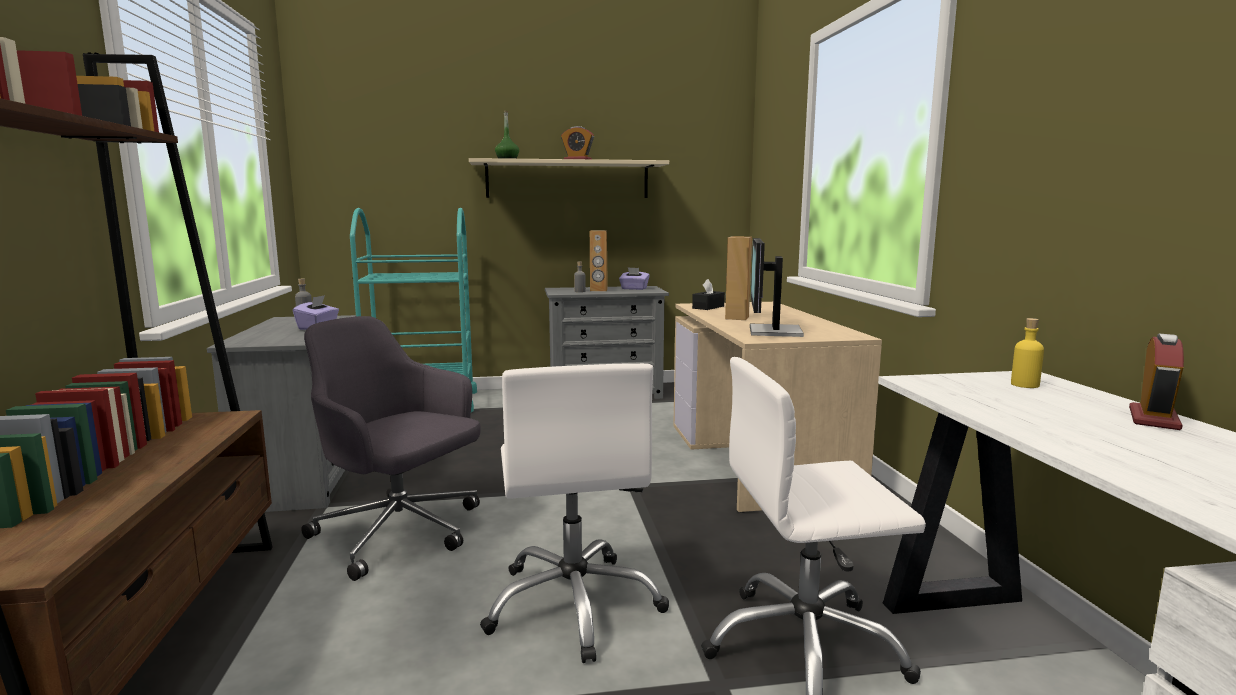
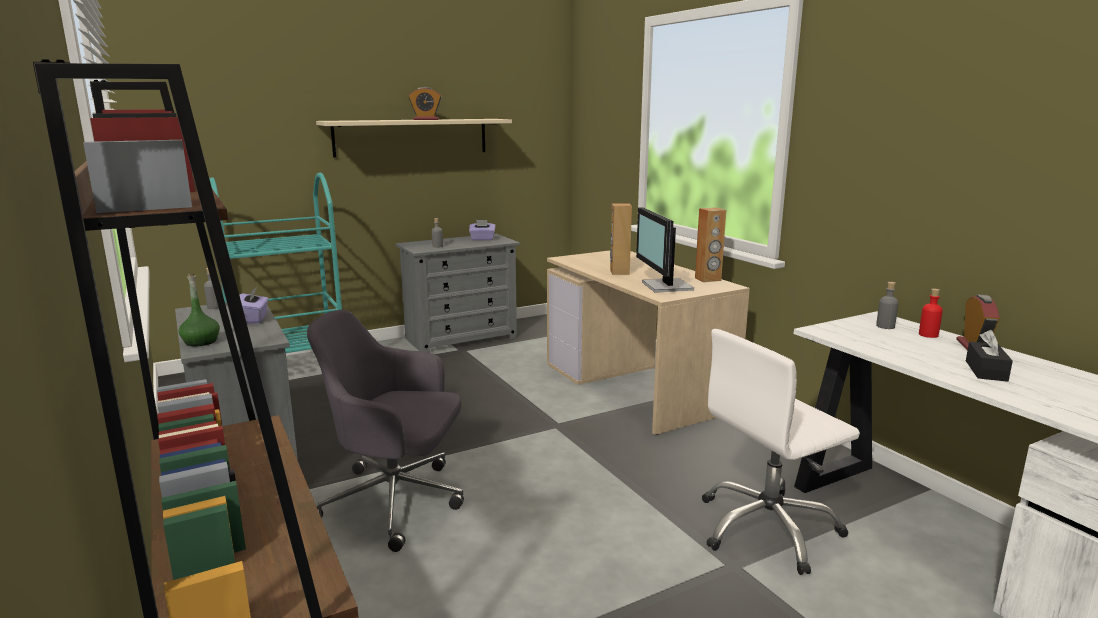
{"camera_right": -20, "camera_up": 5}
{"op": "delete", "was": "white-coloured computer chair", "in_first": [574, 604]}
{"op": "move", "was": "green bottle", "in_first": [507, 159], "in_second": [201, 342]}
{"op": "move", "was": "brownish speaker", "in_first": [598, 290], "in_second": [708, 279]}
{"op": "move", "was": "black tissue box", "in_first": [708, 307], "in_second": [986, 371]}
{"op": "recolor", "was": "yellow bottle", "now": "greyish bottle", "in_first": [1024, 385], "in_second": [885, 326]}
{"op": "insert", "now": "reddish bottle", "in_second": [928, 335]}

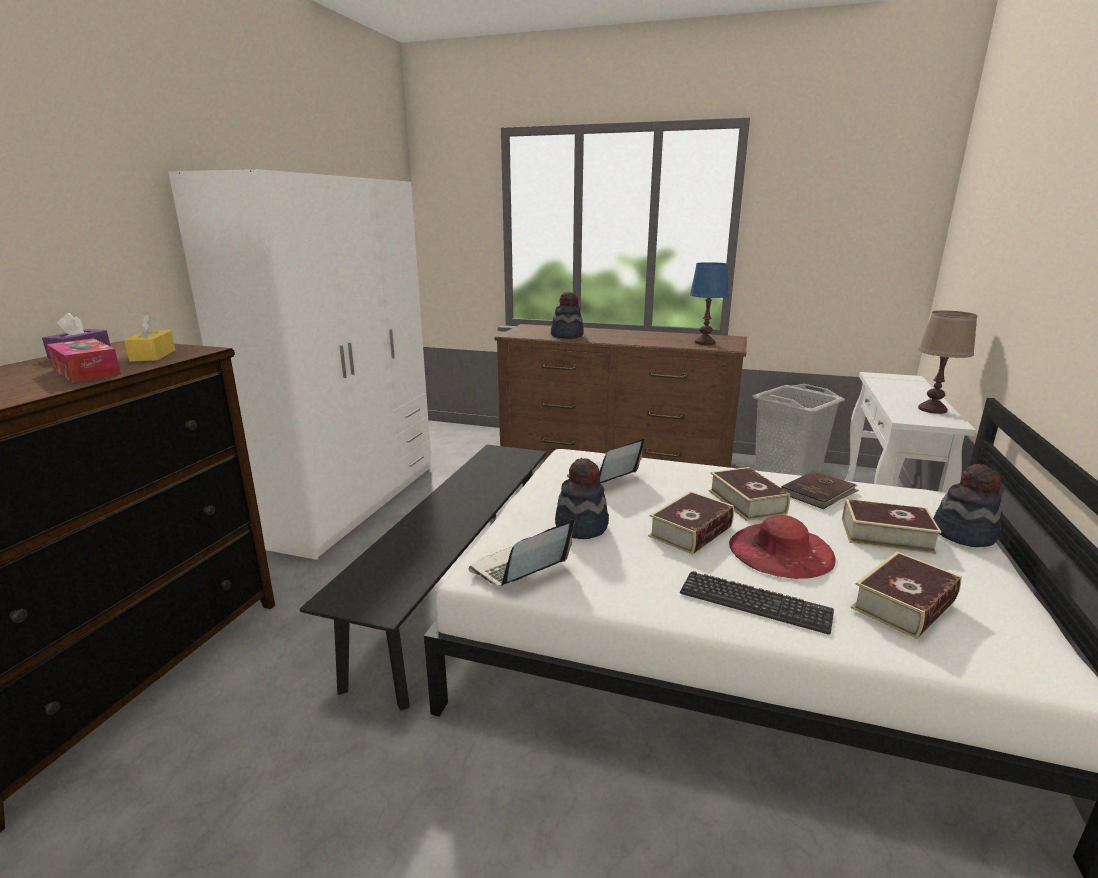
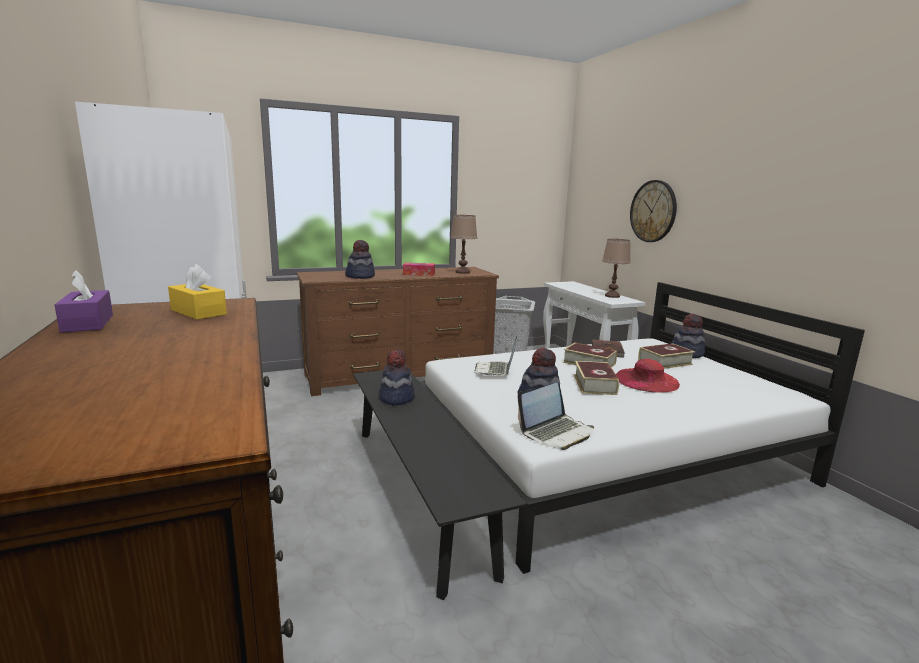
{"camera_right": -40, "camera_up": -5}
{"op": "move", "was": "tissue box", "in_first": [87, 372], "in_second": [419, 274]}
{"op": "rotate", "was": "laptop", "in_first": [519, 569], "in_second": [556, 433], "clockwise": -135}
{"op": "delete", "was": "keyboard", "in_first": [754, 602]}
{"op": "recolor", "was": "blue table lamp", "now": "brownish table lamp", "in_first": [704, 343], "in_second": [462, 272]}
{"op": "delete", "was": "volume", "in_first": [903, 604]}
{"op": "insert", "now": "clothing hat", "in_second": [396, 398]}
{"op": "insert", "now": "clock on the wall", "in_second": [653, 211]}

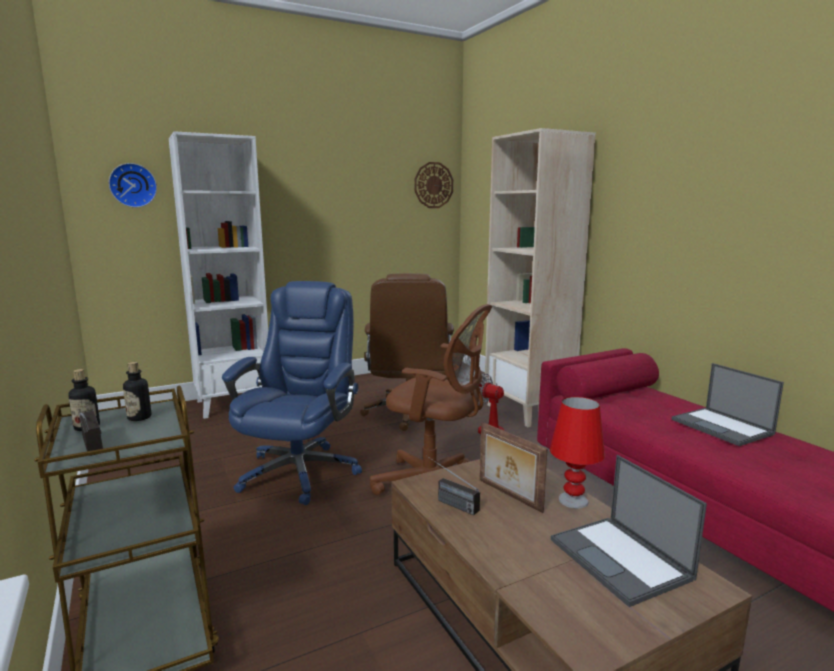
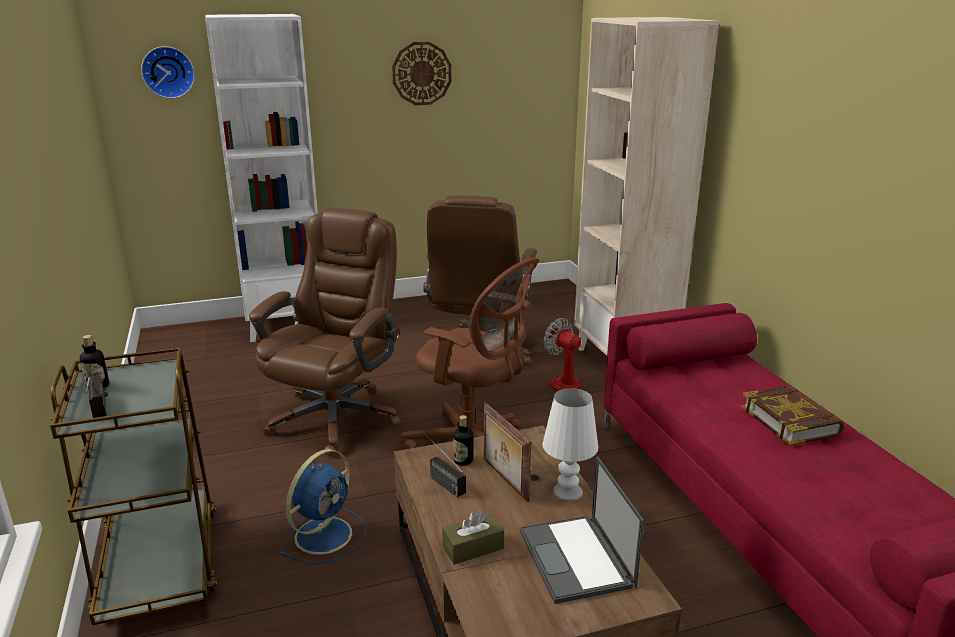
{"camera_right": 10, "camera_up": 10}
{"op": "move", "was": "bottle", "in_first": [139, 417], "in_second": [463, 461]}
{"op": "recolor", "was": "blue computer chair", "now": "brownish computer chair", "in_first": [300, 471], "in_second": [336, 417]}
{"op": "move", "was": "clock on the wall", "in_first": [433, 185], "in_second": [421, 73]}
{"op": "recolor", "was": "reddish table lamp", "now": "white-coloured table lamp", "in_first": [573, 500], "in_second": [568, 491]}
{"op": "replace", "was": "laptop", "now": "volume", "in_first": [723, 427], "in_second": [790, 420]}
{"op": "insert", "now": "blue fan", "in_second": [325, 534]}
{"op": "insert", "now": "brownish tissue box", "in_second": [473, 548]}

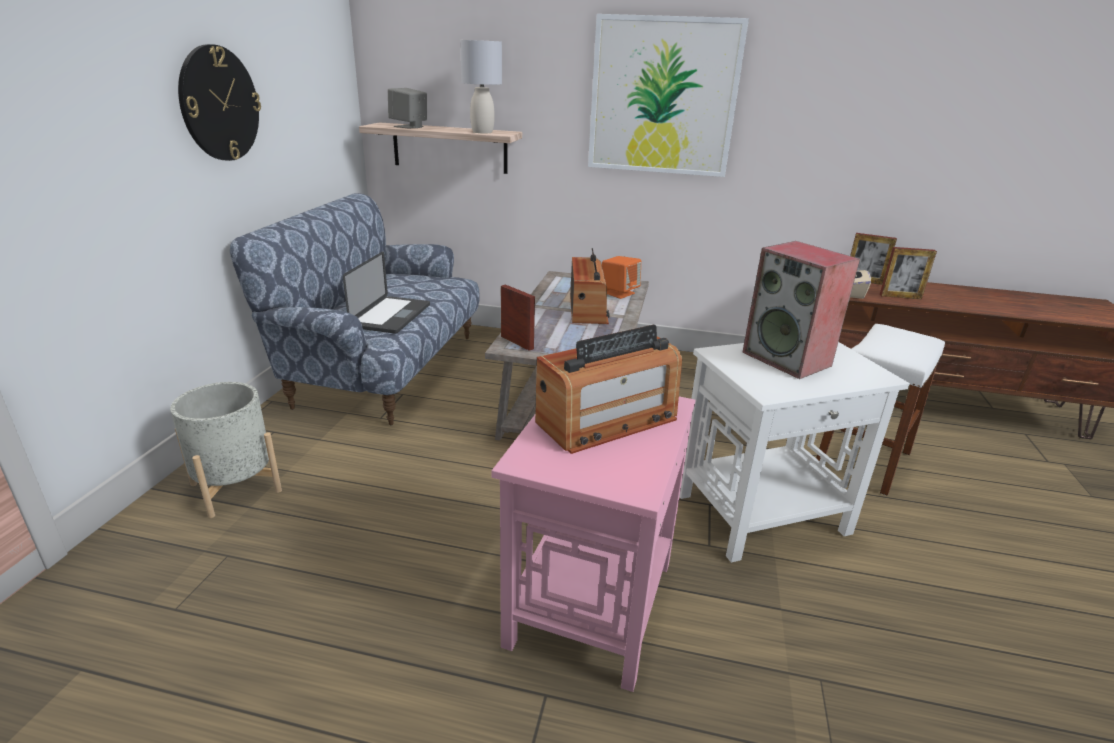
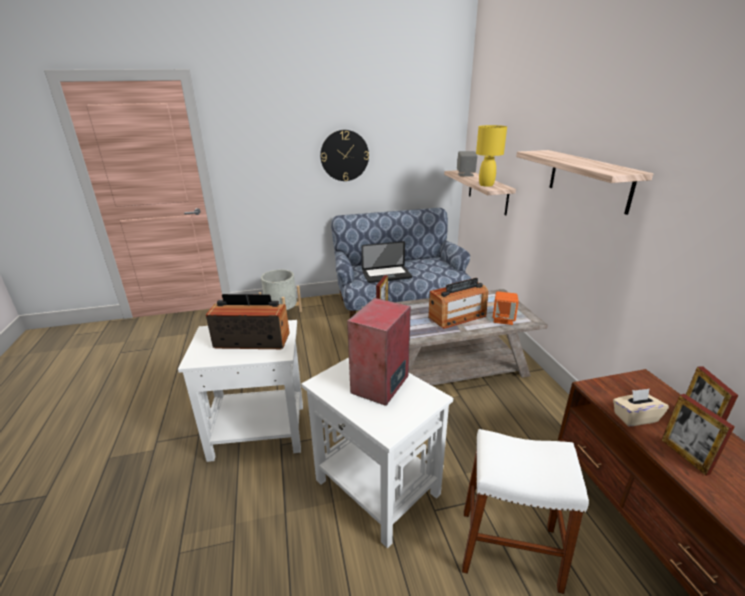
{"camera_right": 65, "camera_up": 0}
{"op": "recolor", "was": "greyish table lamp", "now": "yellow table lamp", "in_first": [483, 132], "in_second": [486, 185]}
{"op": "recolor", "was": "pink end table", "now": "white-coloured end table", "in_first": [590, 602], "in_second": [258, 431]}
{"op": "rotate", "was": "radio", "in_first": [607, 421], "in_second": [252, 340], "clockwise": 150}
{"op": "replace", "was": "wall picture", "now": "bracket shelf", "in_first": [663, 97], "in_second": [588, 180]}

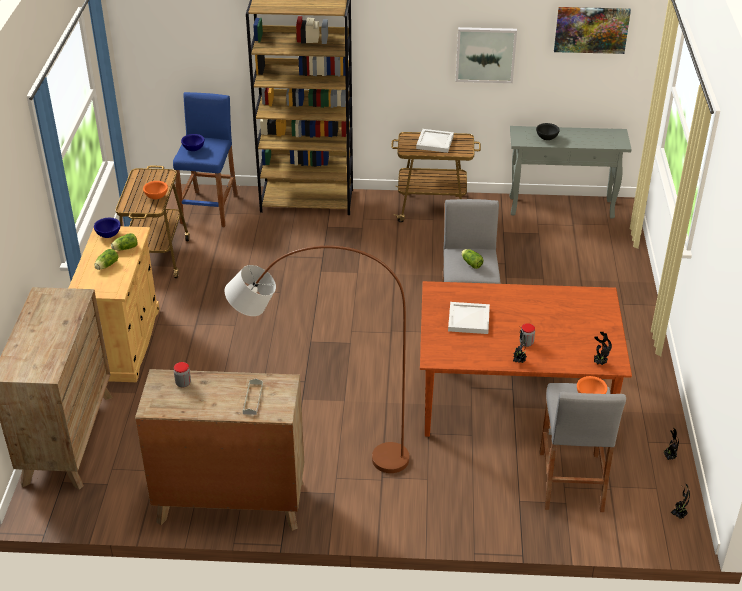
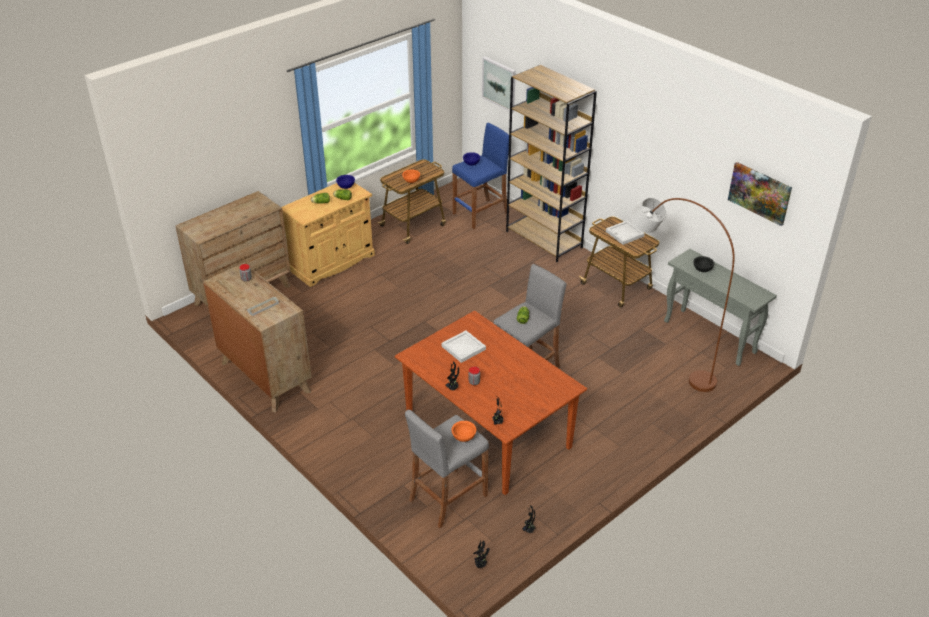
{"camera_right": 45, "camera_up": 0}
{"op": "move", "was": "brownish floor lamp", "in_first": [320, 455], "in_second": [662, 356]}
{"op": "move", "was": "wall picture", "in_first": [485, 54], "in_second": [499, 83]}

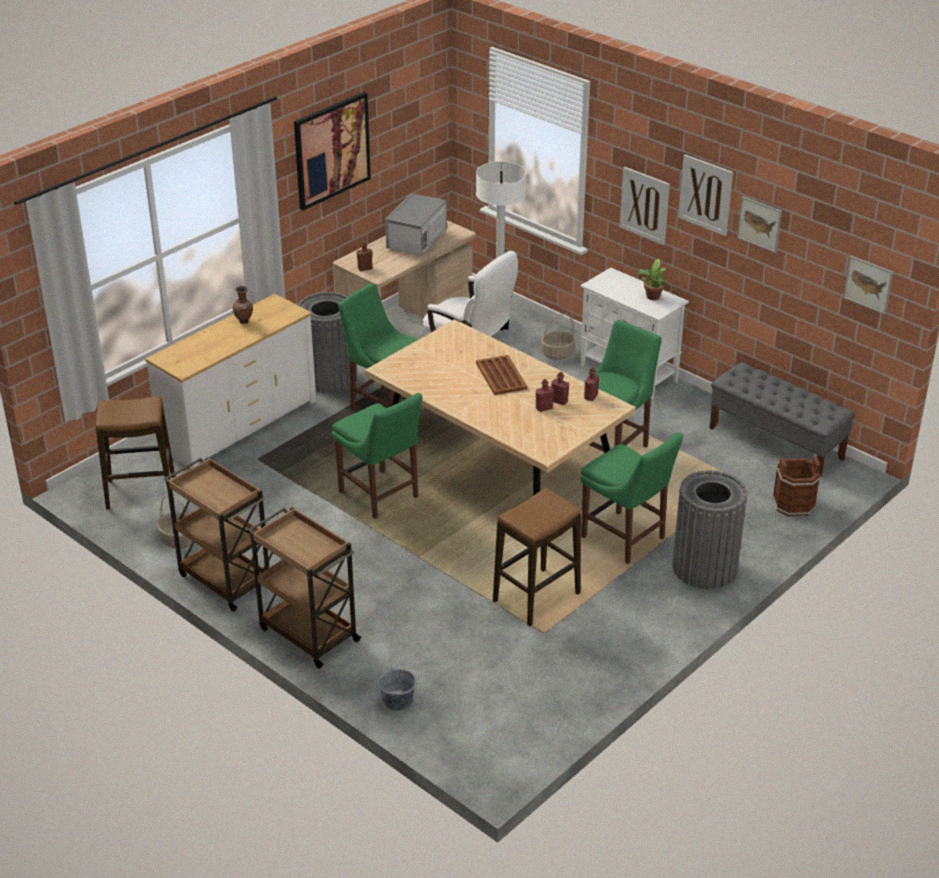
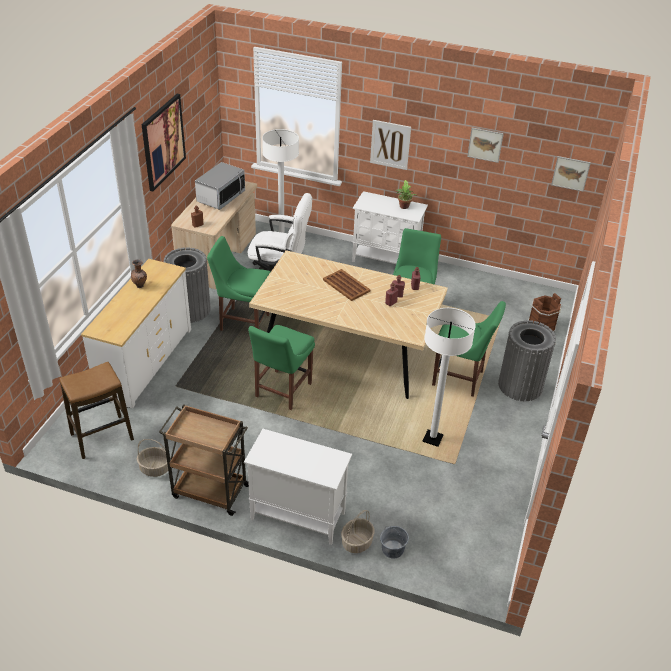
{"camera_right": -25, "camera_up": 5}
{"op": "replace", "was": "brownish trolley", "now": "white-coloured cupboard", "in_first": [307, 633], "in_second": [297, 516]}
{"op": "rotate", "was": "green chair", "in_first": [380, 497], "in_second": [281, 392], "clockwise": 90}
{"op": "rotate", "was": "microwave oven", "in_first": [417, 241], "in_second": [221, 197], "clockwise": -150}
{"op": "replace", "was": "stool", "now": "white-coloured floor lamp", "in_first": [536, 597], "in_second": [432, 439]}
{"op": "move", "was": "storage basket", "in_first": [558, 353], "in_second": [357, 542]}
{"op": "delete", "was": "wall picture", "in_first": [705, 194]}
{"op": "delete", "was": "greyish indoor bench", "in_first": [776, 443]}

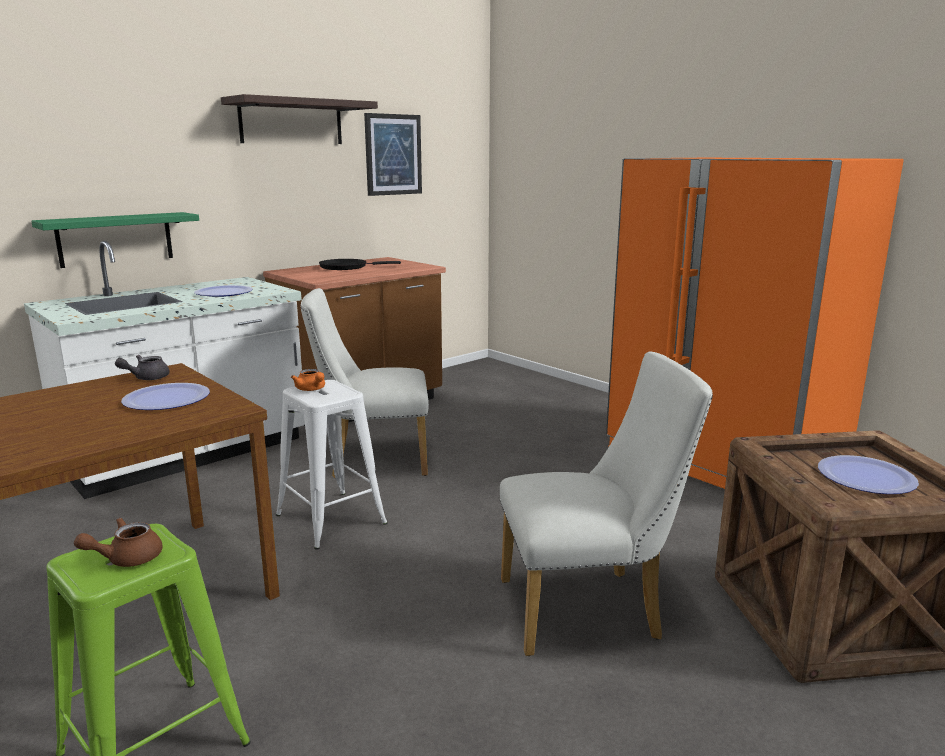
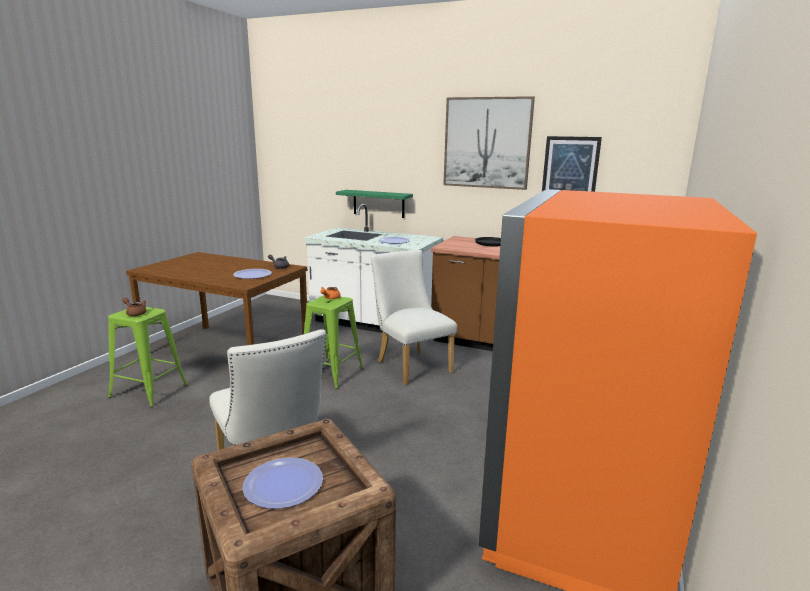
{"camera_right": 65, "camera_up": 0}
{"op": "replace", "was": "bracket shelf", "now": "wall picture", "in_first": [291, 122], "in_second": [487, 143]}
{"op": "recolor", "was": "white-coloured stool", "now": "green stool", "in_first": [330, 519], "in_second": [332, 374]}

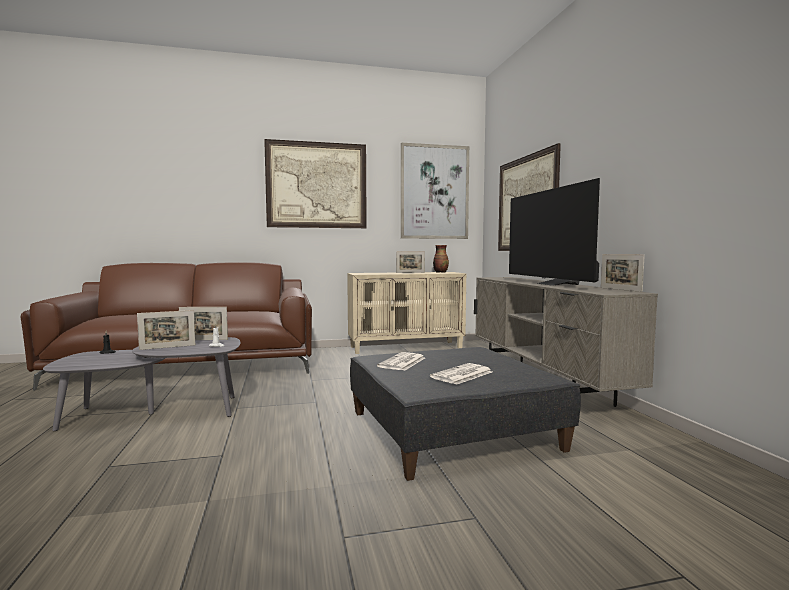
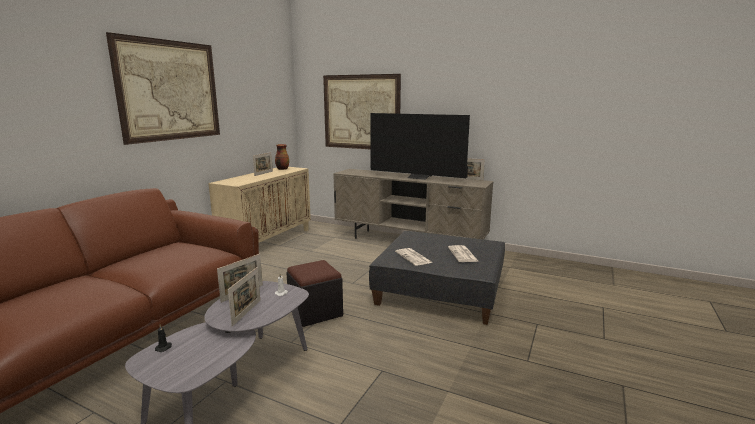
{"camera_right": -50, "camera_up": 10}
{"op": "delete", "was": "wall picture", "in_first": [434, 192]}
{"op": "insert", "now": "black ottoman", "in_second": [315, 312]}

